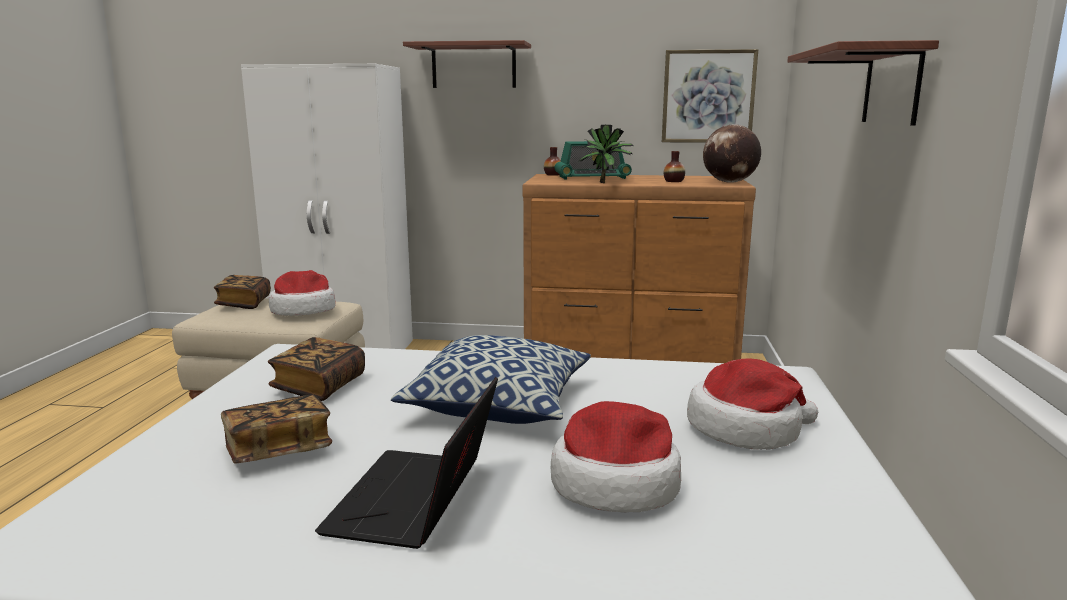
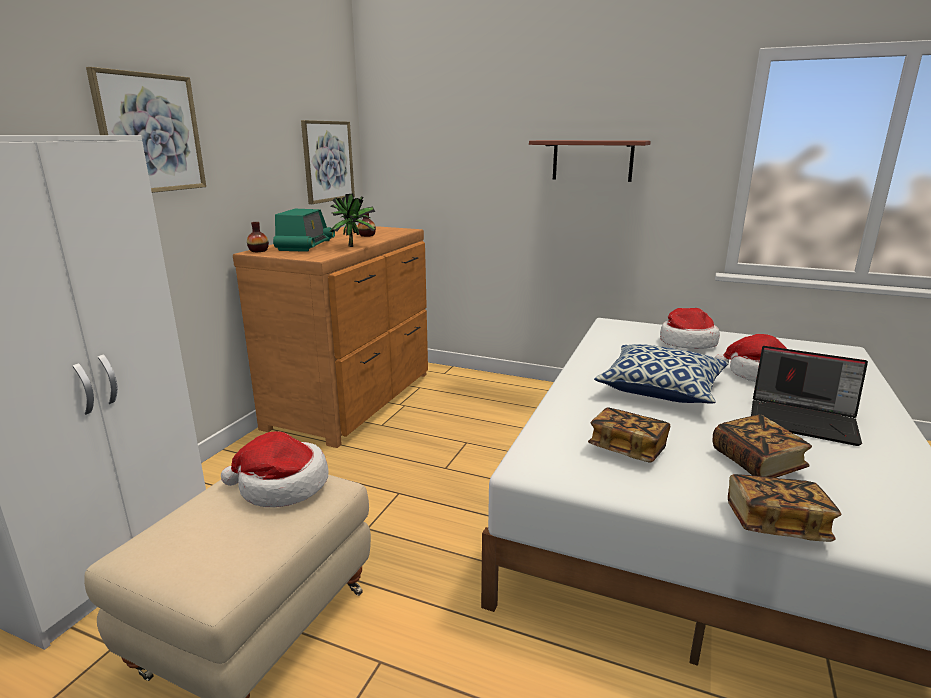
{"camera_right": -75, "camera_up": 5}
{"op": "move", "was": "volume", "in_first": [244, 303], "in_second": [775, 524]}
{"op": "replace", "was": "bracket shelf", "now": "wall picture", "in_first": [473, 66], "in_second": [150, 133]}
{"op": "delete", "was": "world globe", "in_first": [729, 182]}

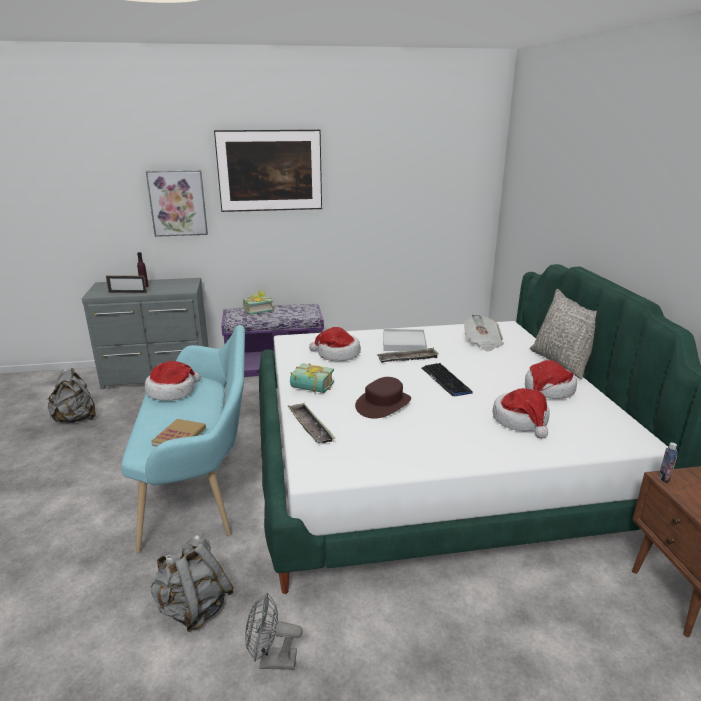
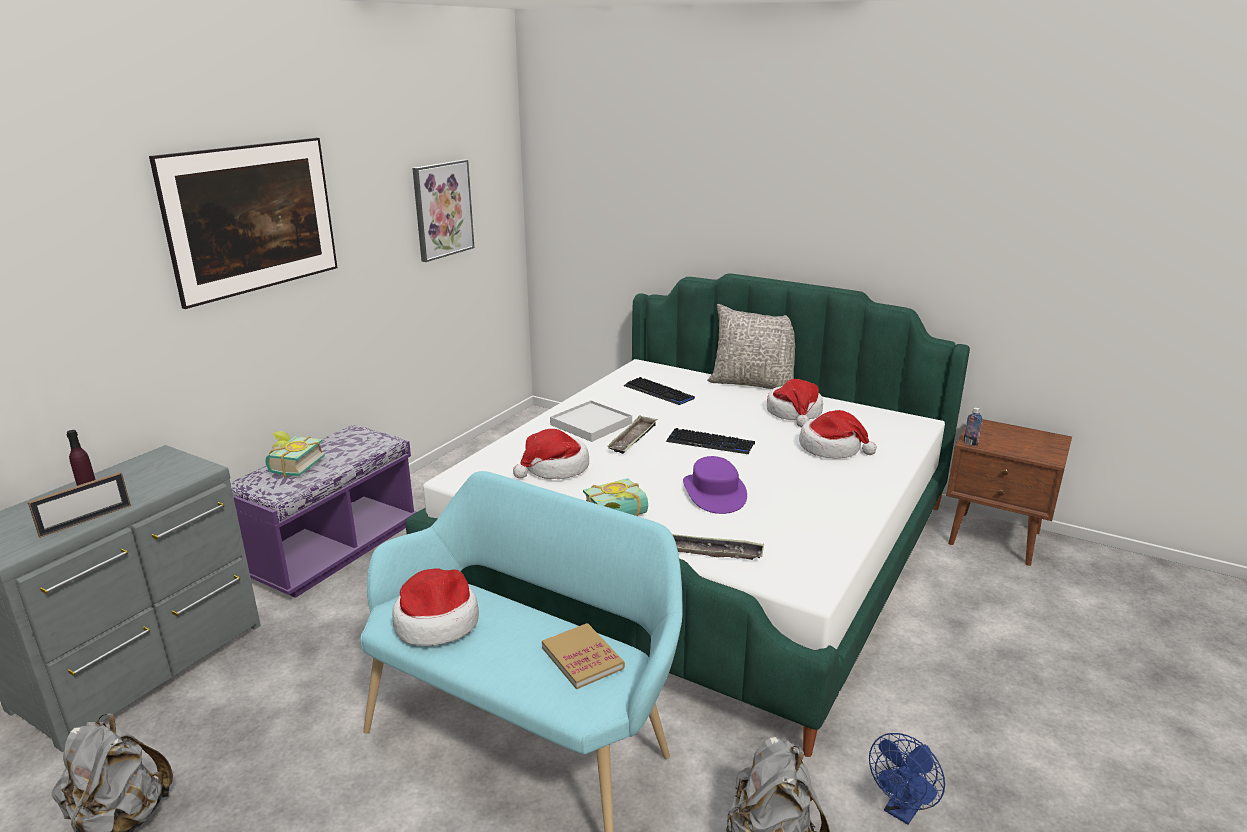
{"camera_right": -50, "camera_up": 0}
{"op": "move", "was": "wall picture", "in_first": [177, 203], "in_second": [442, 209]}
{"op": "recolor", "was": "greyish fan", "now": "blue fan", "in_first": [271, 661], "in_second": [902, 810]}
{"op": "recolor", "was": "brownish clothing hat", "now": "purple clothing hat", "in_first": [383, 404], "in_second": [714, 493]}
{"op": "replace", "was": "daily paper", "now": "keyboard", "in_first": [482, 343], "in_second": [658, 392]}

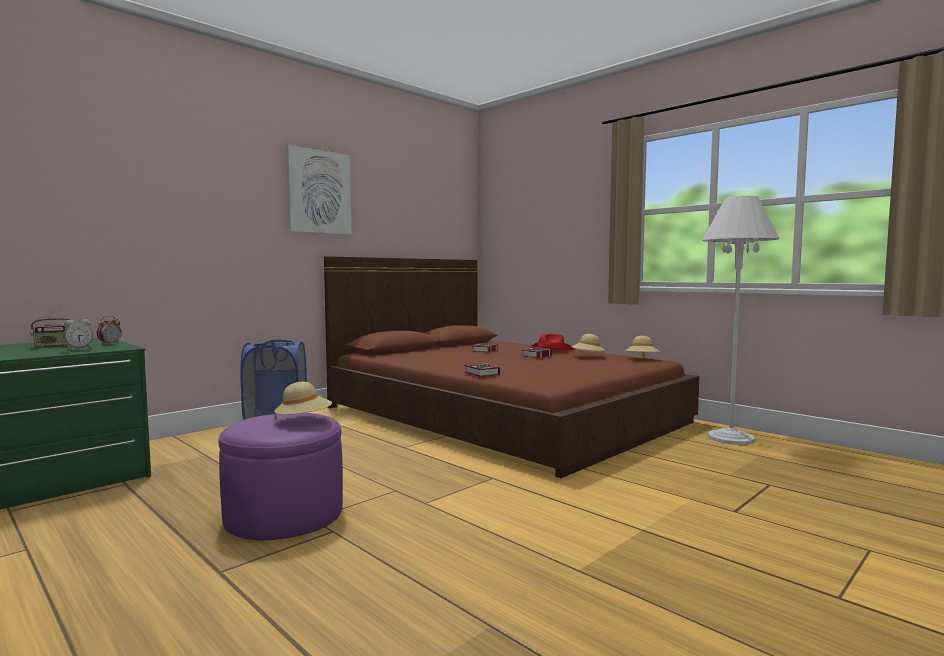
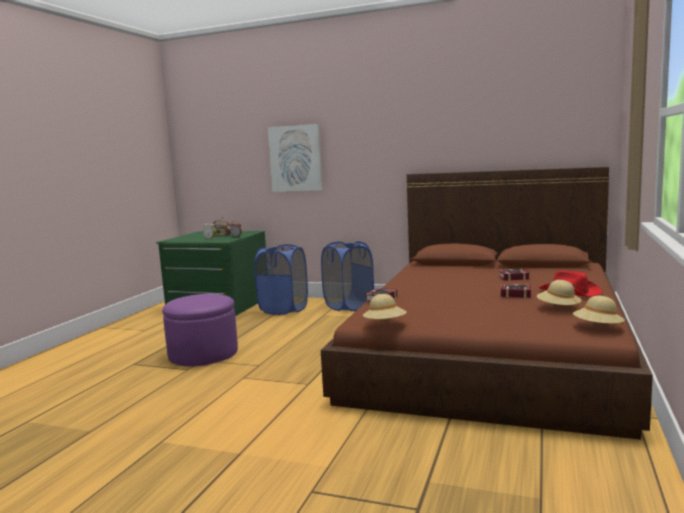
{"camera_right": 65, "camera_up": 5}
{"op": "move", "was": "sand-coloured clothing hat", "in_first": [304, 420], "in_second": [385, 324]}
{"op": "move", "was": "wall picture", "in_first": [319, 192], "in_second": [295, 158]}
{"op": "delete", "was": "white-coloured floor lamp", "in_first": [731, 438]}
{"op": "insert", "now": "blue hamper", "in_second": [284, 309]}

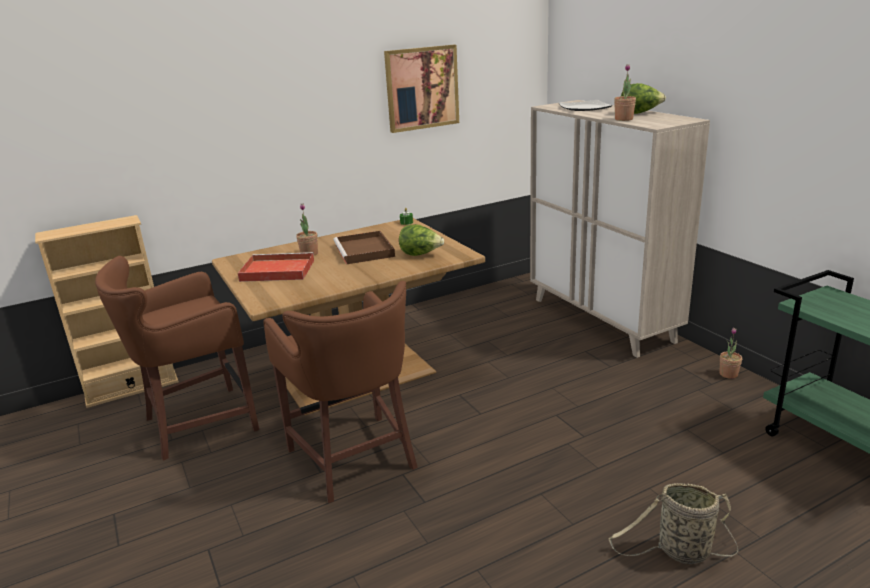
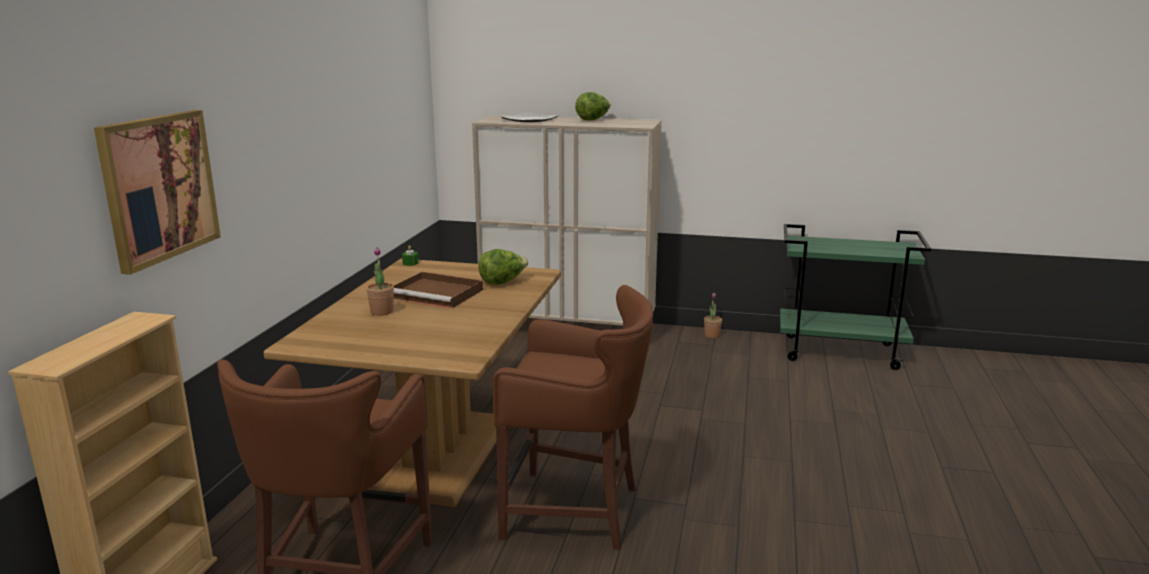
{"camera_right": -50, "camera_up": -5}
{"op": "delete", "was": "reddish serving tray", "in_first": [276, 271]}
{"op": "move", "was": "wall picture", "in_first": [422, 88], "in_second": [159, 187]}
{"op": "delete", "was": "storage basket", "in_first": [680, 552]}
{"op": "delete", "was": "potted plant", "in_first": [623, 119]}

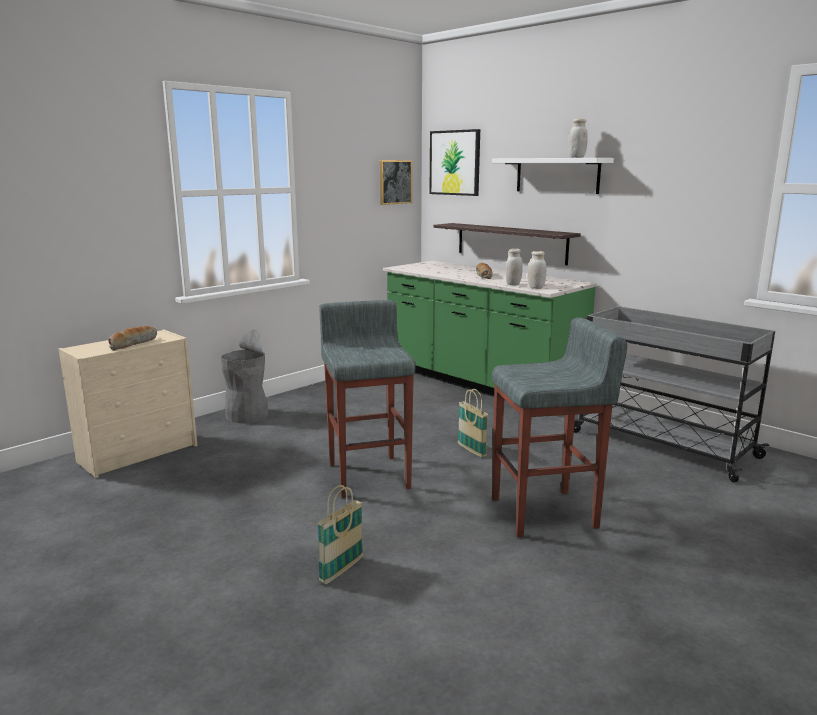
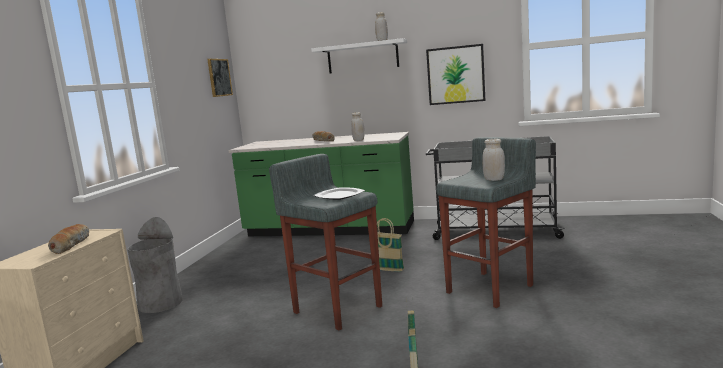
{"camera_right": -30, "camera_up": -5}
{"op": "move", "was": "wall picture", "in_first": [455, 163], "in_second": [455, 75]}
{"op": "delete", "was": "bracket shelf", "in_first": [510, 243]}
{"op": "move", "was": "white-coloured jar", "in_first": [536, 287], "in_second": [494, 179]}
{"op": "insert", "now": "plate", "in_second": [340, 195]}

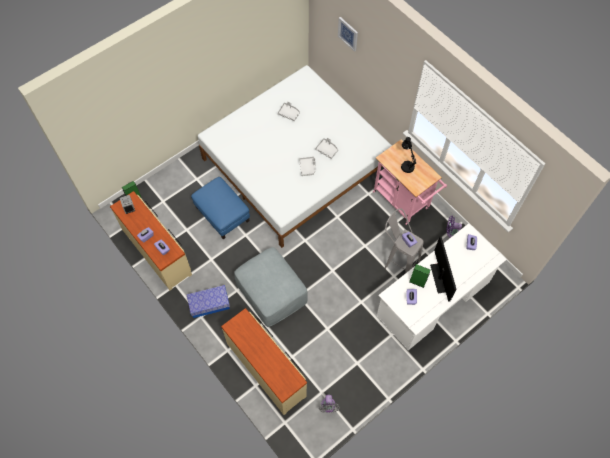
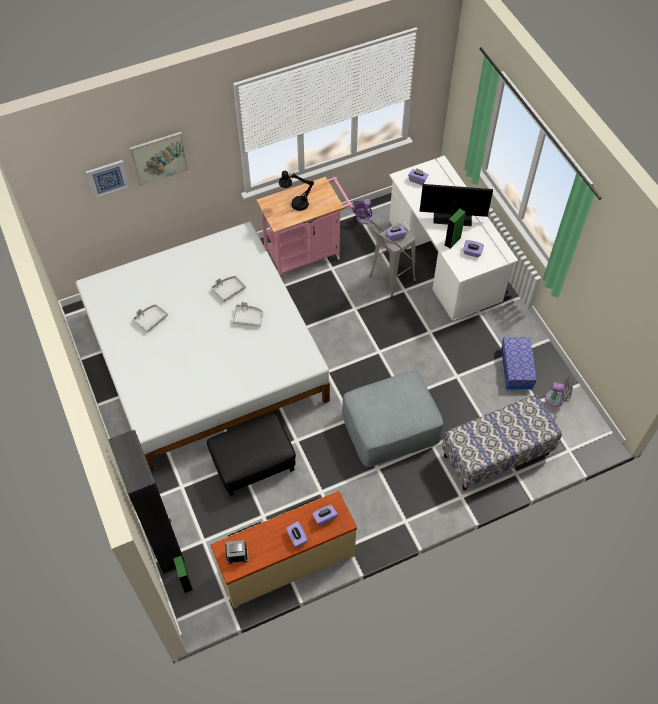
{"camera_right": -75, "camera_up": -5}
{"op": "move", "was": "storage box", "in_first": [209, 304], "in_second": [516, 368]}
{"op": "recolor", "was": "blue ottoman", "now": "black ottoman", "in_first": [222, 214], "in_second": [253, 463]}
{"op": "replace", "was": "sand-coloured dresser", "now": "indoor bench", "in_first": [267, 369], "in_second": [496, 455]}
{"op": "insert", "now": "black armoire", "in_second": [165, 545]}
{"op": "insert", "now": "wall picture", "in_second": [159, 158]}

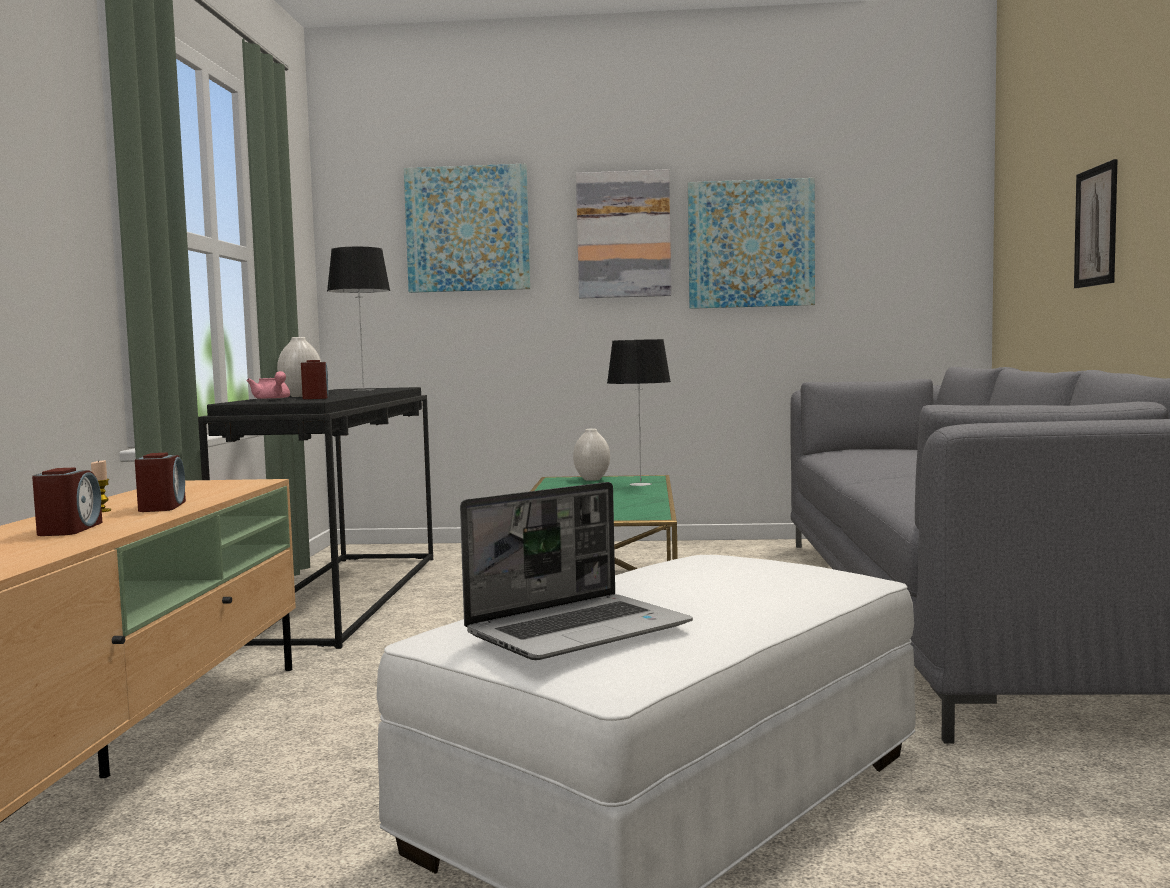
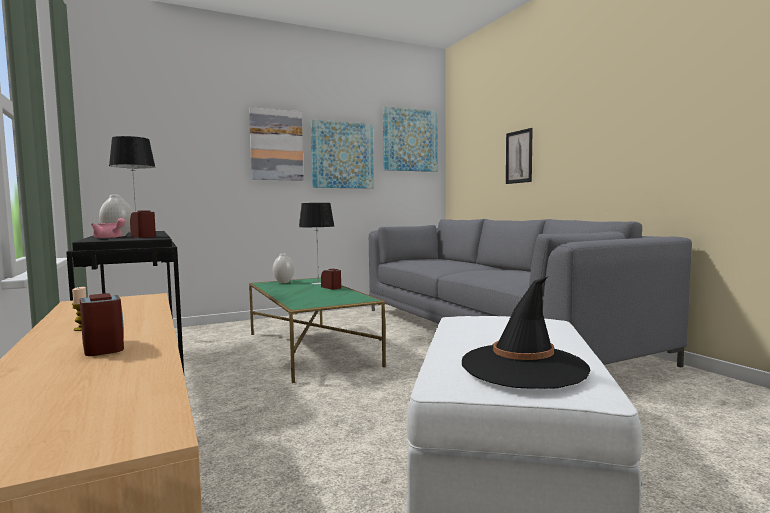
{"camera_right": -30, "camera_up": 0}
{"op": "move", "was": "table clock", "in_first": [162, 507], "in_second": [331, 287]}
{"op": "move", "was": "wall picture", "in_first": [468, 229], "in_second": [410, 140]}
{"op": "replace", "was": "laptop", "now": "black clothing hat", "in_first": [579, 630], "in_second": [523, 366]}

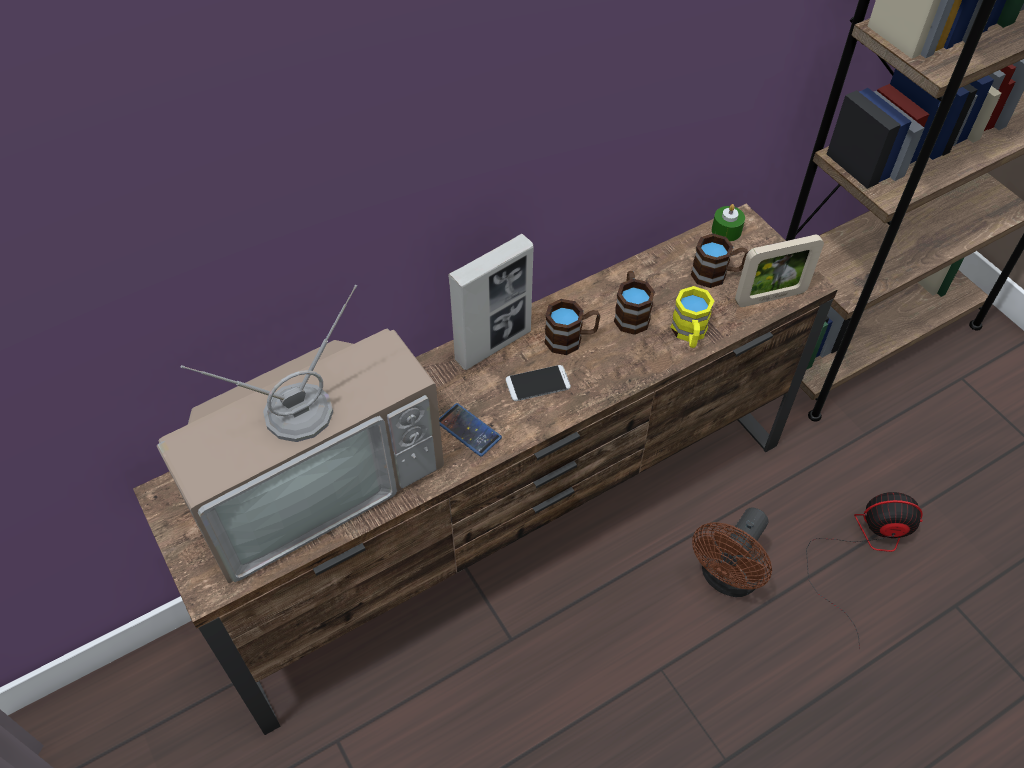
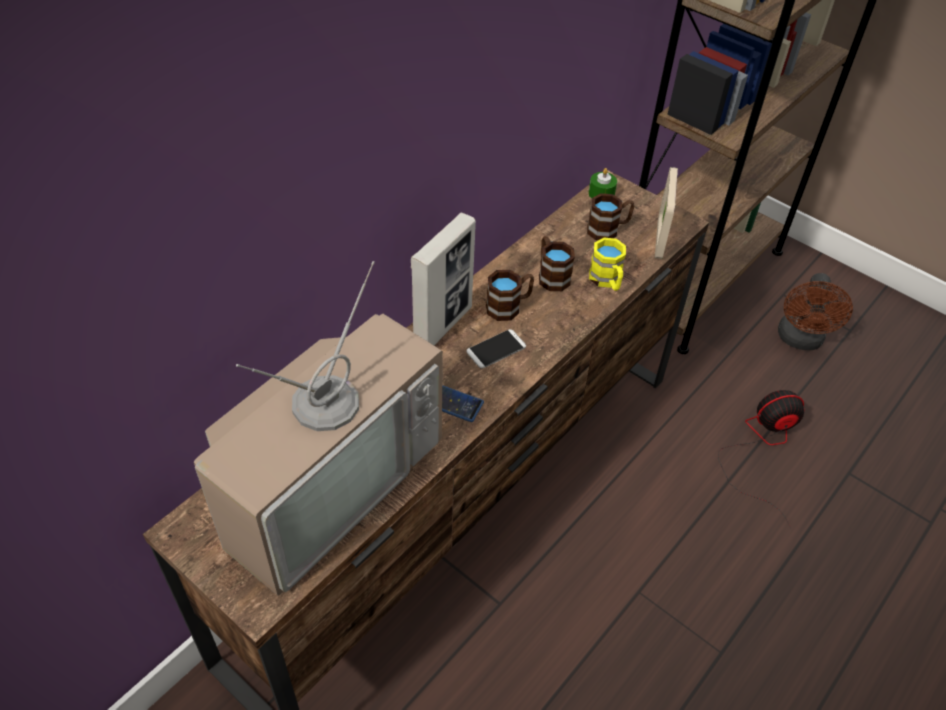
{"camera_right": -20, "camera_up": -5}
{"op": "move", "was": "brownish fan", "in_first": [727, 578], "in_second": [800, 340]}
{"op": "rotate", "was": "photo frame", "in_first": [770, 297], "in_second": [659, 239], "clockwise": 135}

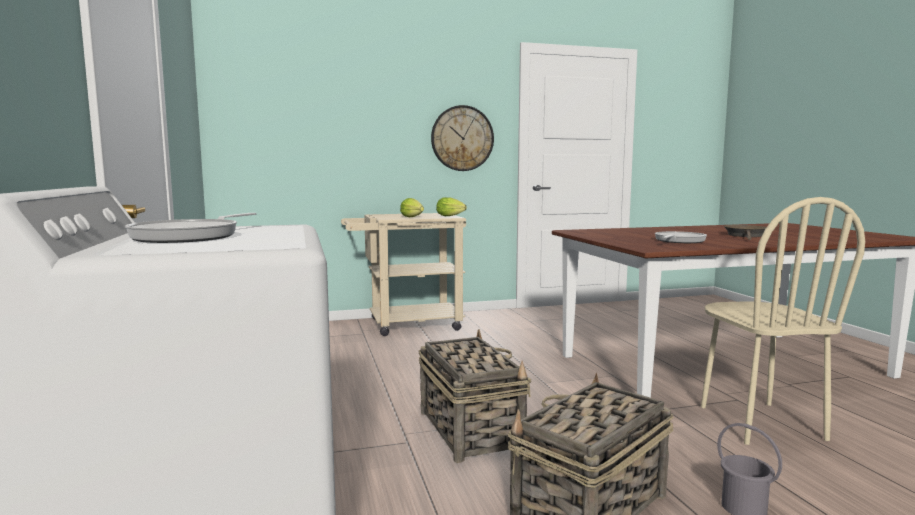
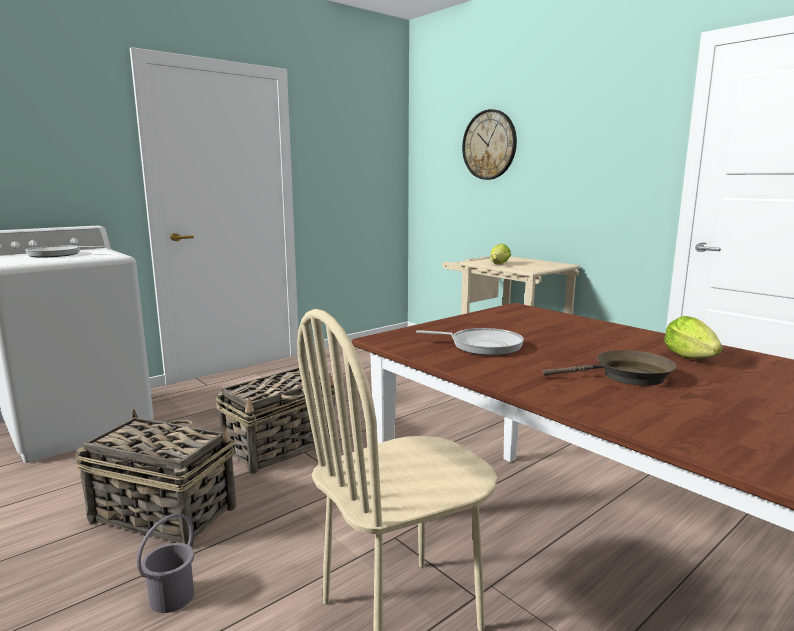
{"camera_right": 65, "camera_up": 5}
{"op": "move", "was": "clock on the wall", "in_first": [462, 138], "in_second": [489, 145]}
{"op": "move", "was": "lettuce", "in_first": [451, 216], "in_second": [693, 359]}

